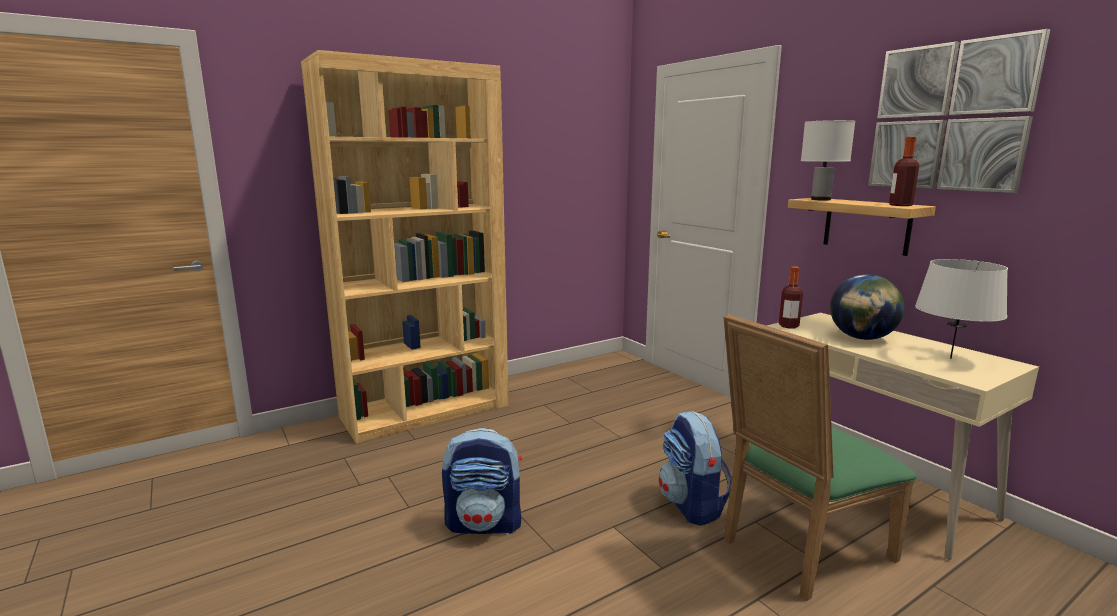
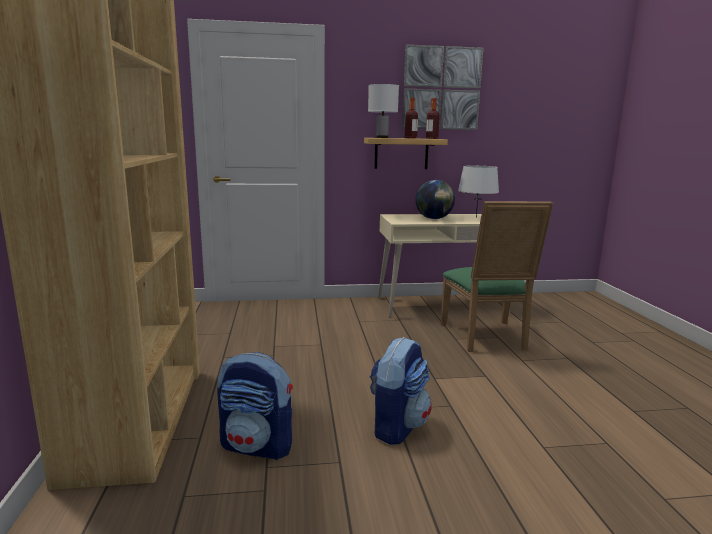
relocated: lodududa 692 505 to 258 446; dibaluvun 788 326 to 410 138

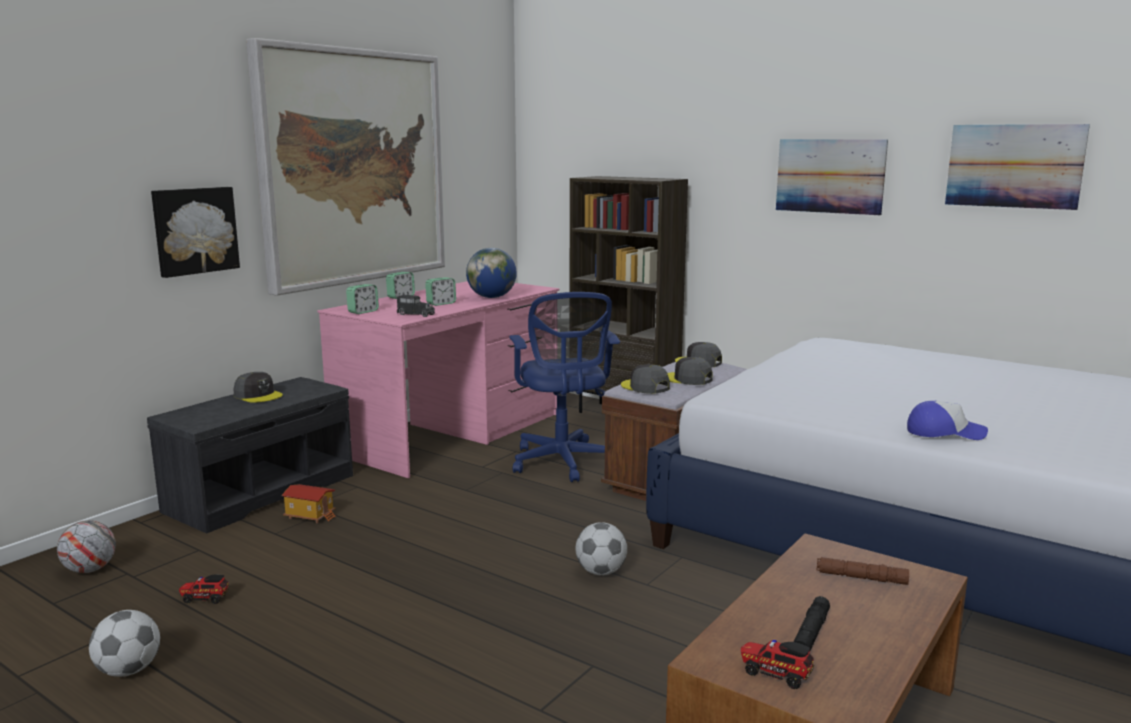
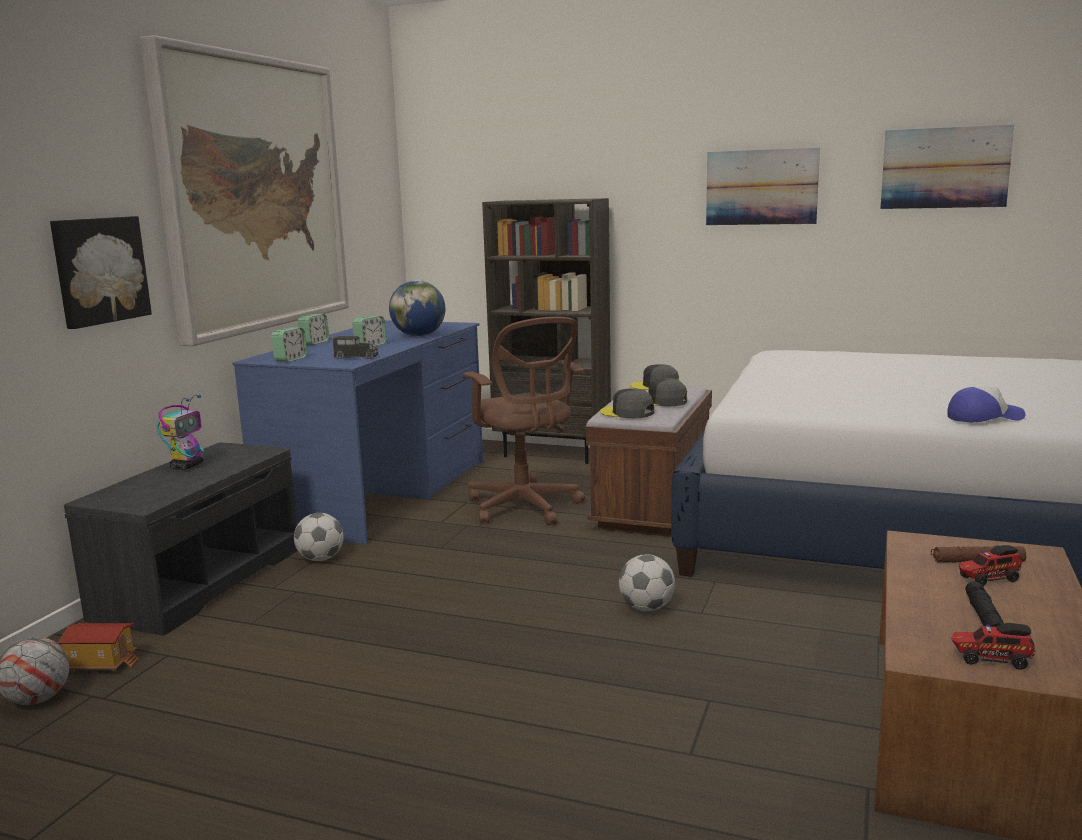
relocated: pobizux 128 671 to 320 559; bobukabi 204 598 to 987 579; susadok 310 516 to 102 664
exchanged: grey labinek 258 395 to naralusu 187 466
colour: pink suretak 452 433 to blue suretak 381 492; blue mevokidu 563 463 to brown mevokidu 525 508

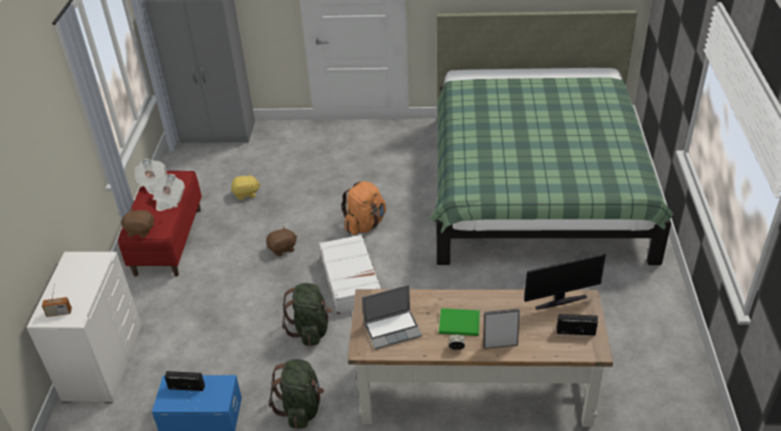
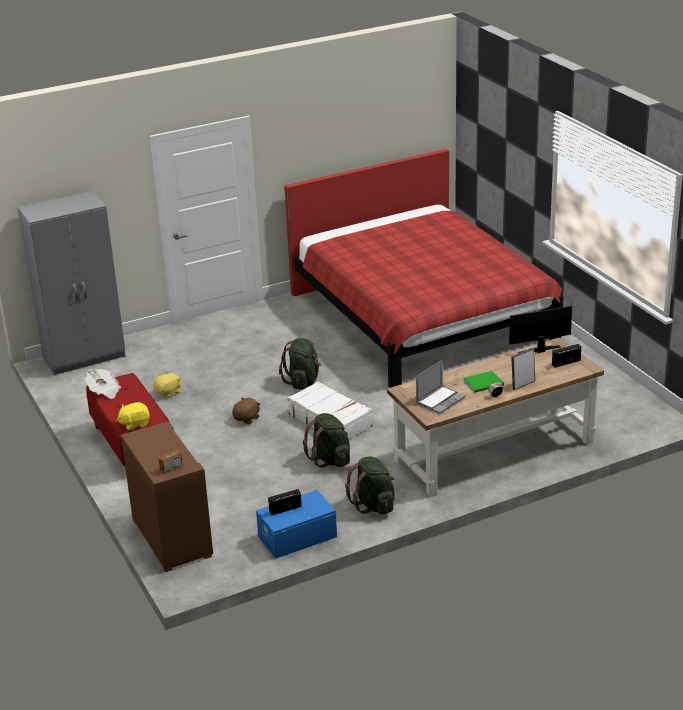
missing: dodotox 169 200
colour: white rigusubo 102 363 to brown rigusubo 171 538; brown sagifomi 140 230 to yellow sagifomi 135 424; orange lodududa 365 224 to green lodududa 303 382; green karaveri 535 186 to red karaveri 421 316
spun: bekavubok 560 301 = 540 350 150 degrees counterclockwise

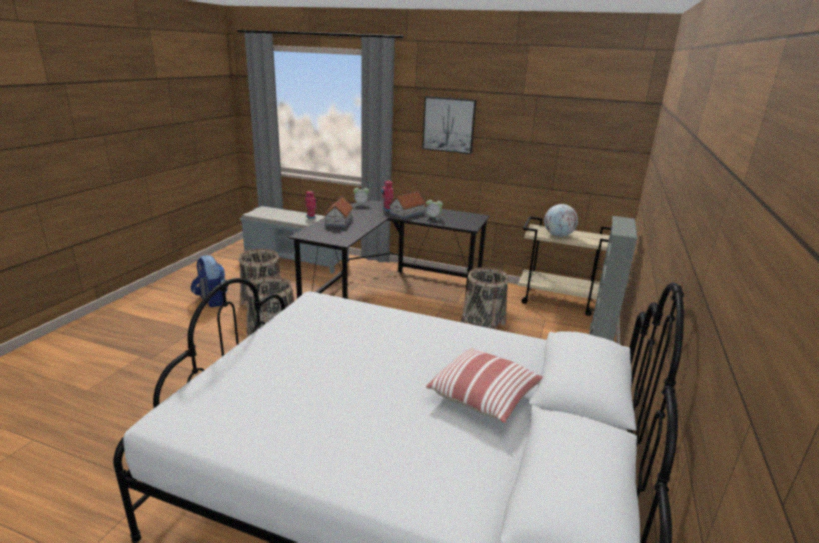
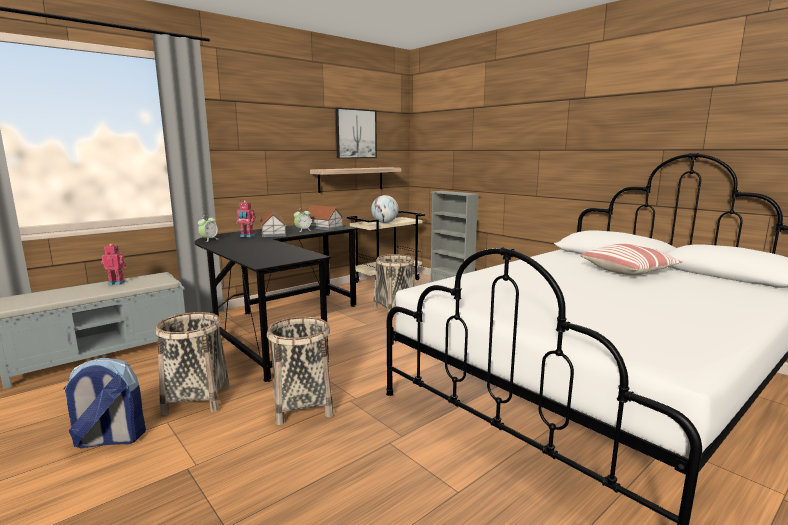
appeared: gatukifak 351 179
relocated: susadok 338 221 to 324 227; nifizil 448 125 to 355 134

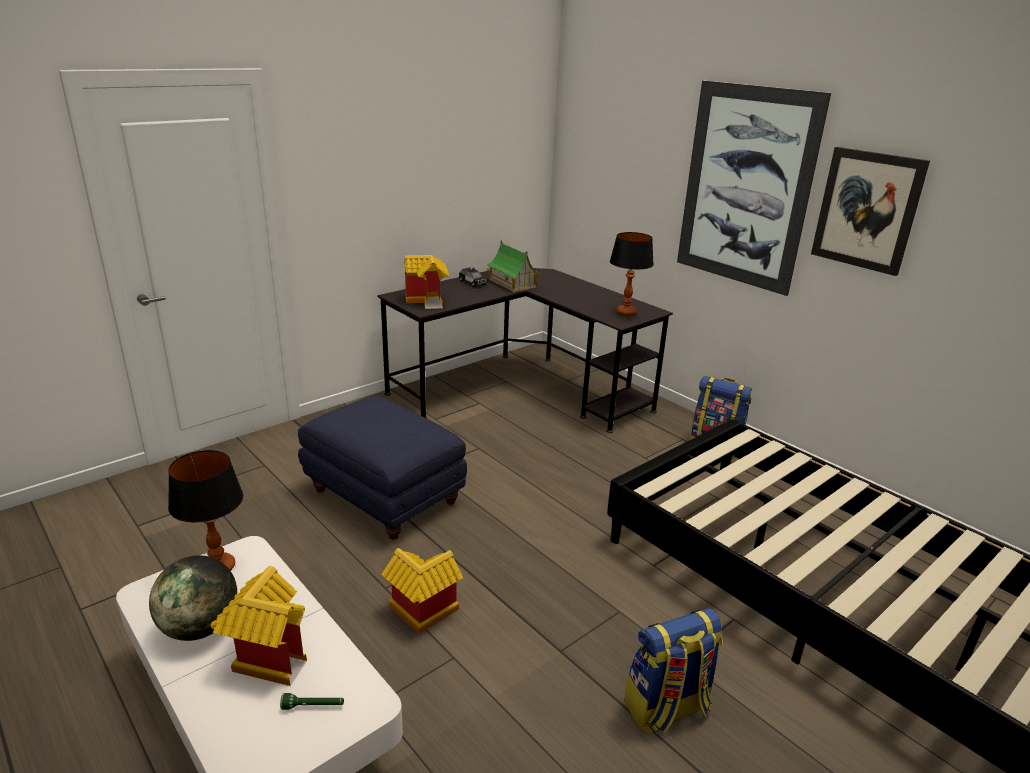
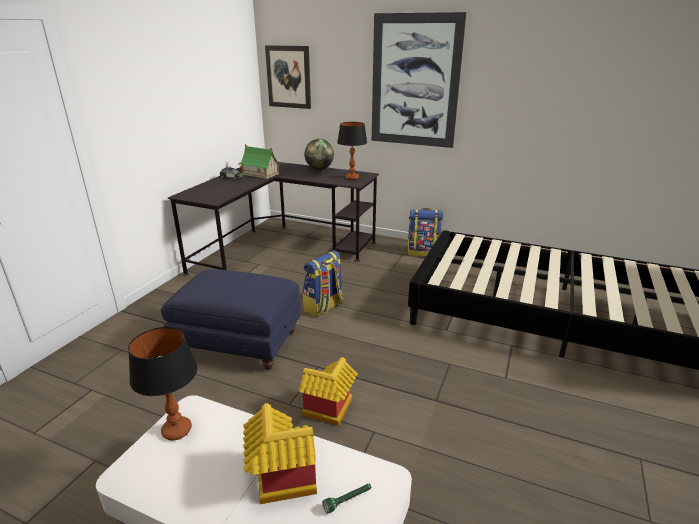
missing: susadok 428 301
relocated: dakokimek 200 628 to 319 169; lodududa 667 708 to 324 307; nifizil 867 210 to 288 77

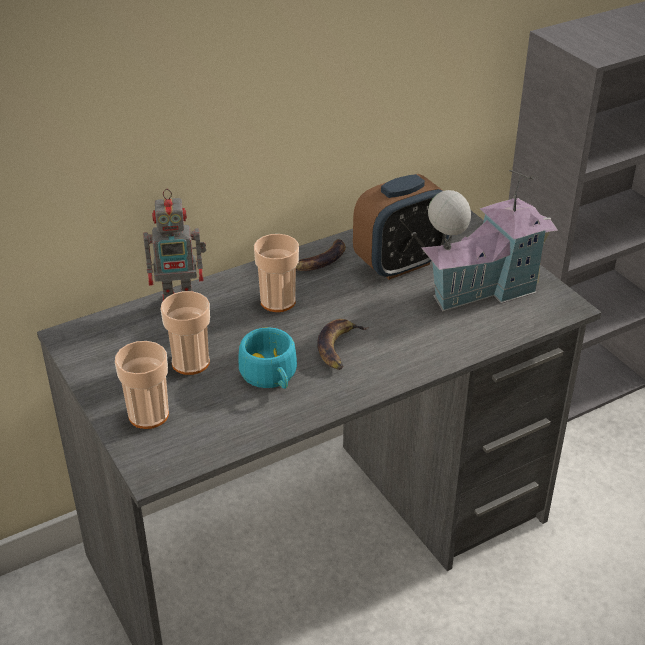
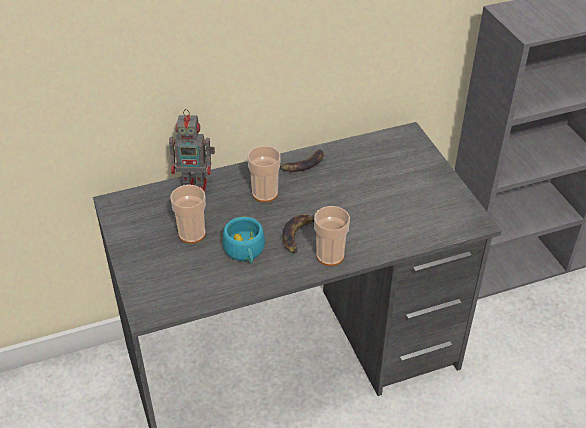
missing: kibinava 400 264; susadok 482 288
relocated: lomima 148 415 to 330 256

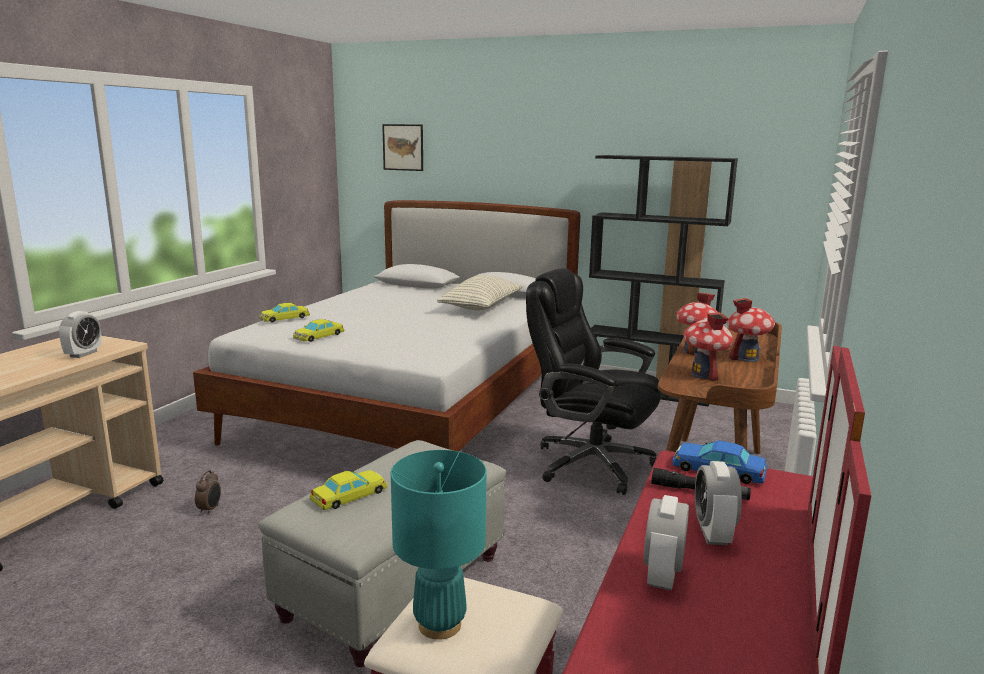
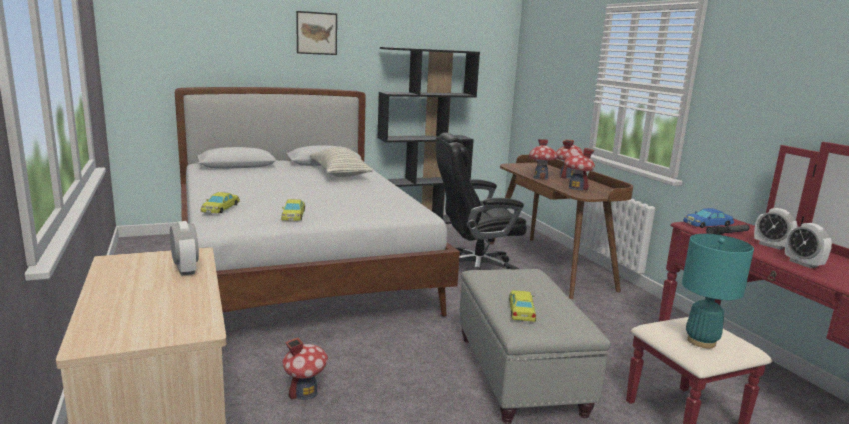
relocated: nifizil 403 147 to 316 33
exchanged: kibinava 210 509 to susadok 305 393

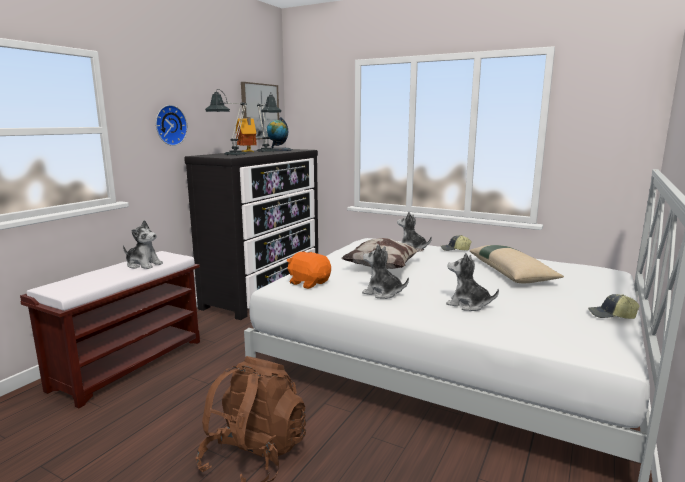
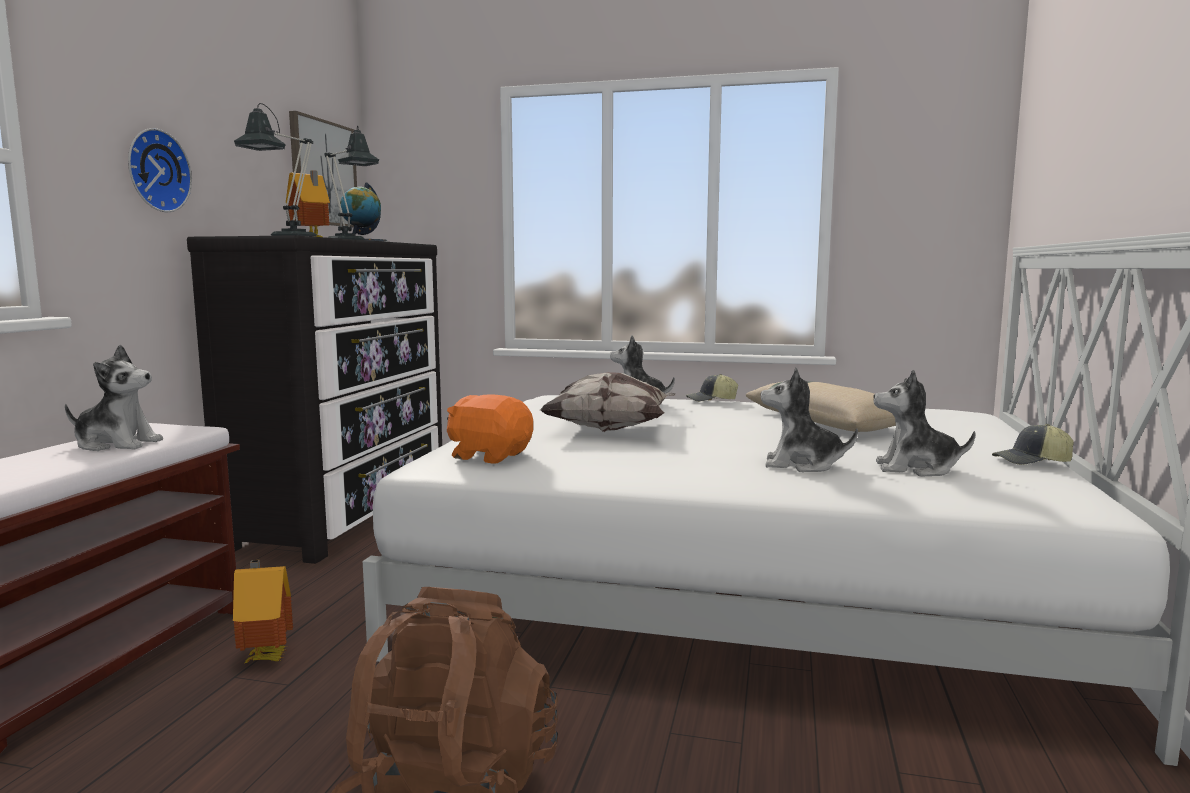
appeared: susadok 266 657
relocated: sagifomi 382 293 to 916 469

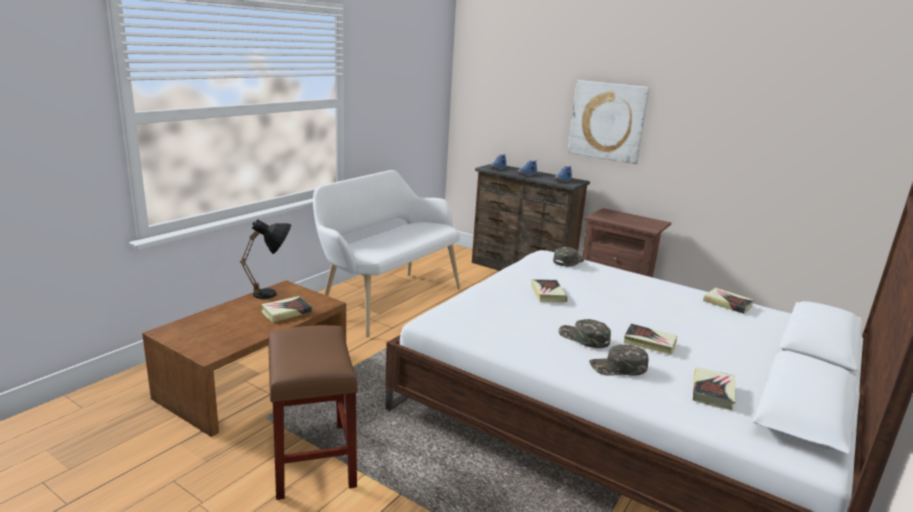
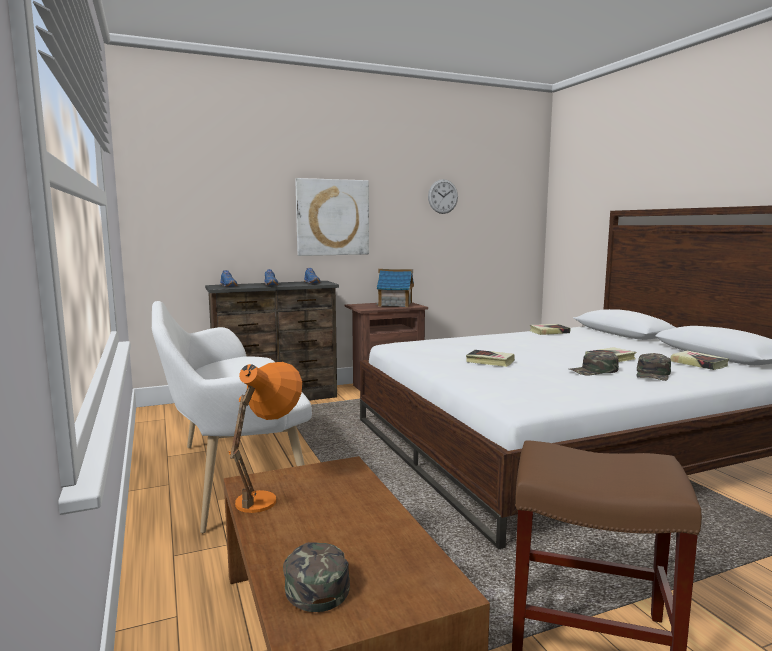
missing: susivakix 286 312
appeared: susadok 395 304; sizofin 443 196
relocated: green labinek 568 261 to 313 580
colour: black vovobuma 273 294 to orange vovobuma 267 496

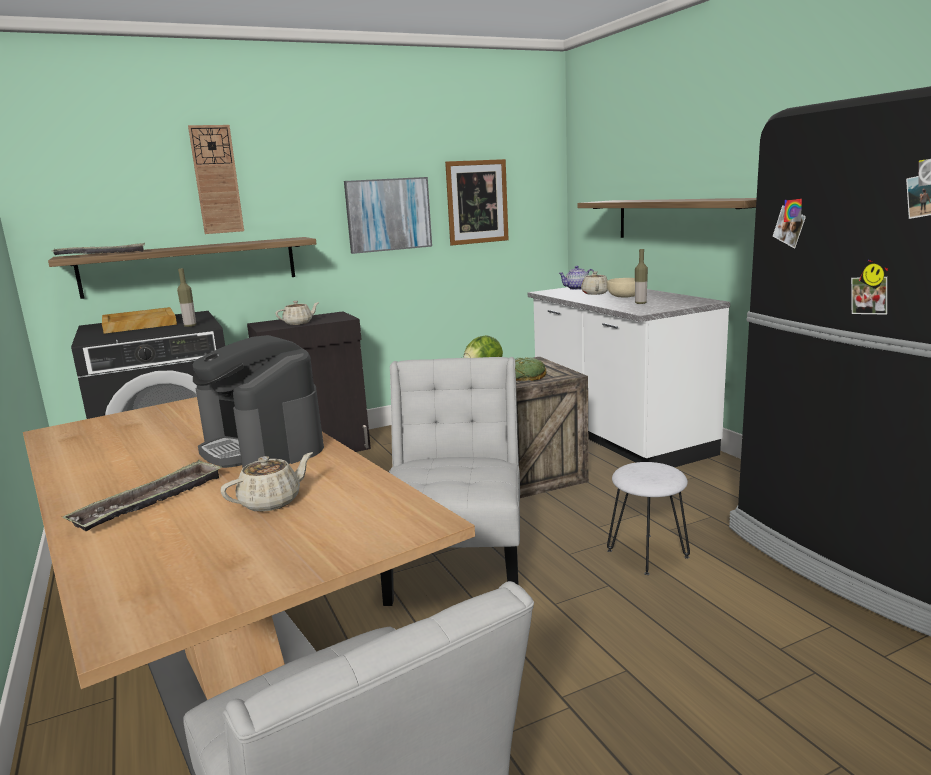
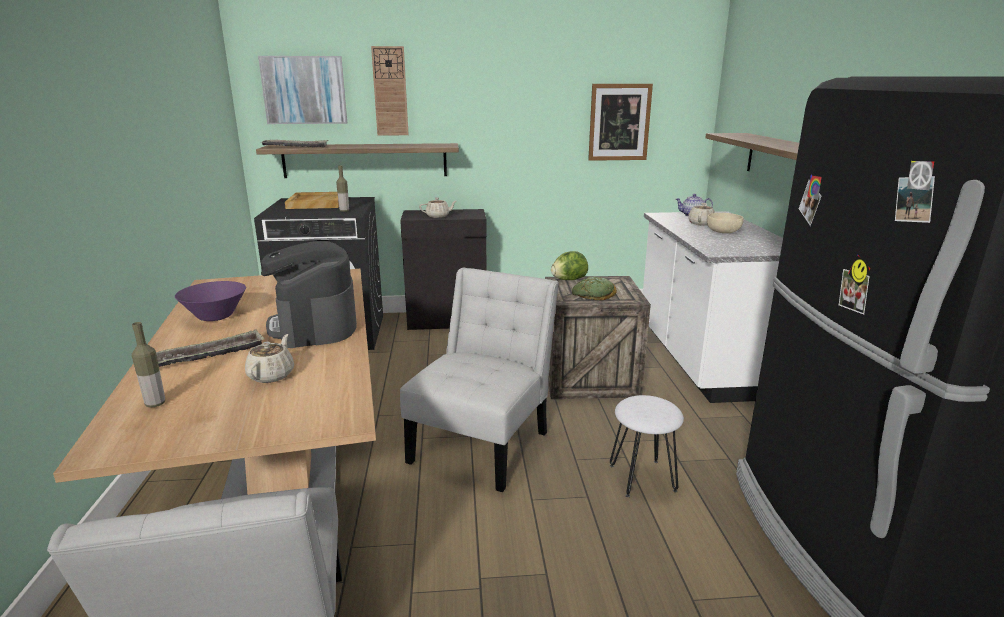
appeared: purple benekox 216 316
relocated: nifizil 388 214 to 304 90; dibaluvun 640 303 to 155 404
spun: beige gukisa 271 502 = 272 375 60 degrees counterclockwise

